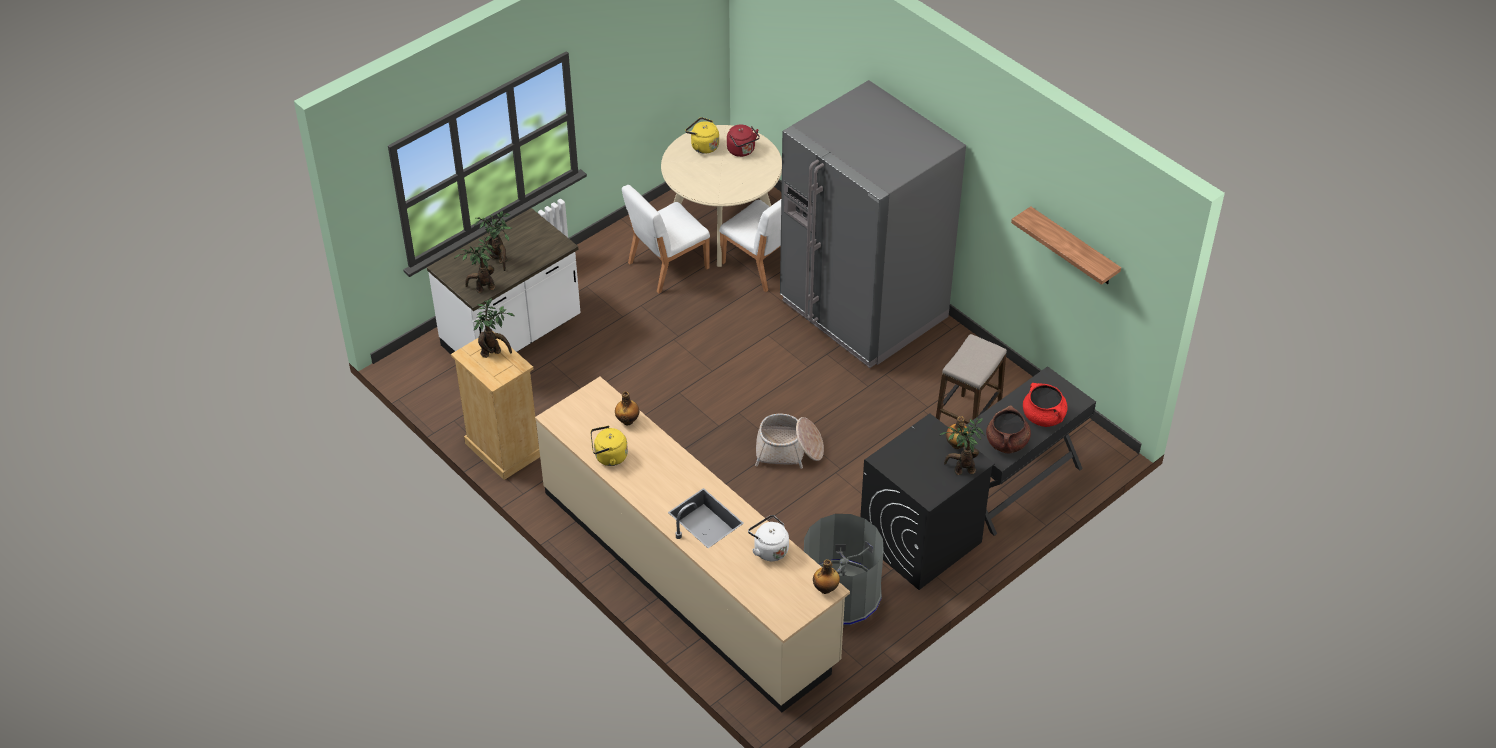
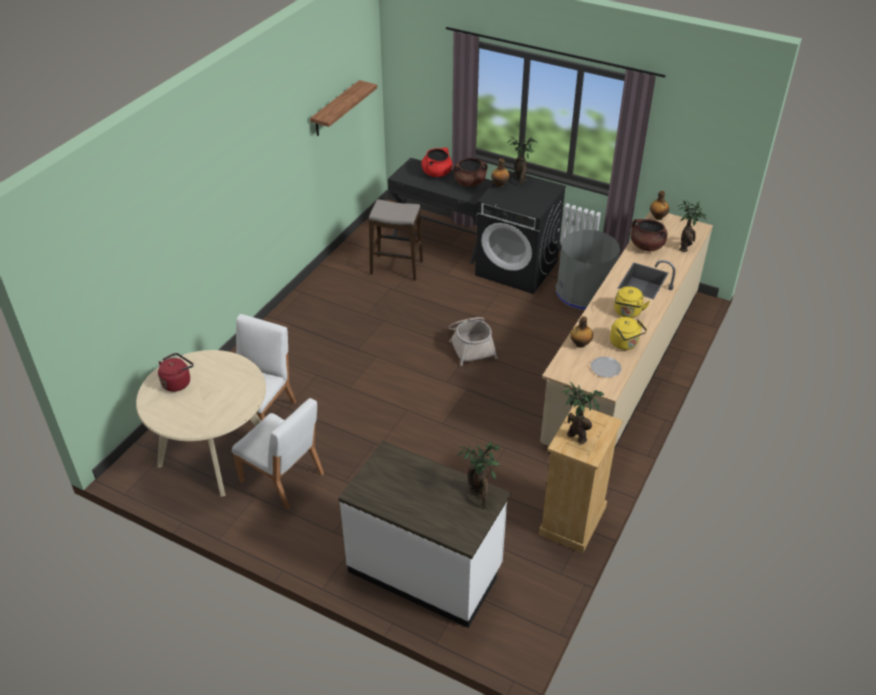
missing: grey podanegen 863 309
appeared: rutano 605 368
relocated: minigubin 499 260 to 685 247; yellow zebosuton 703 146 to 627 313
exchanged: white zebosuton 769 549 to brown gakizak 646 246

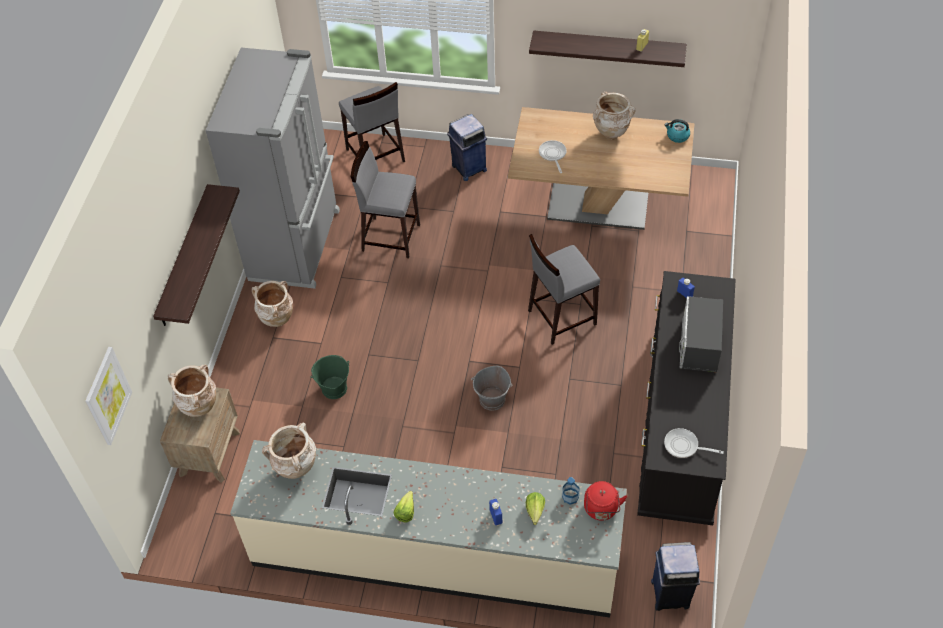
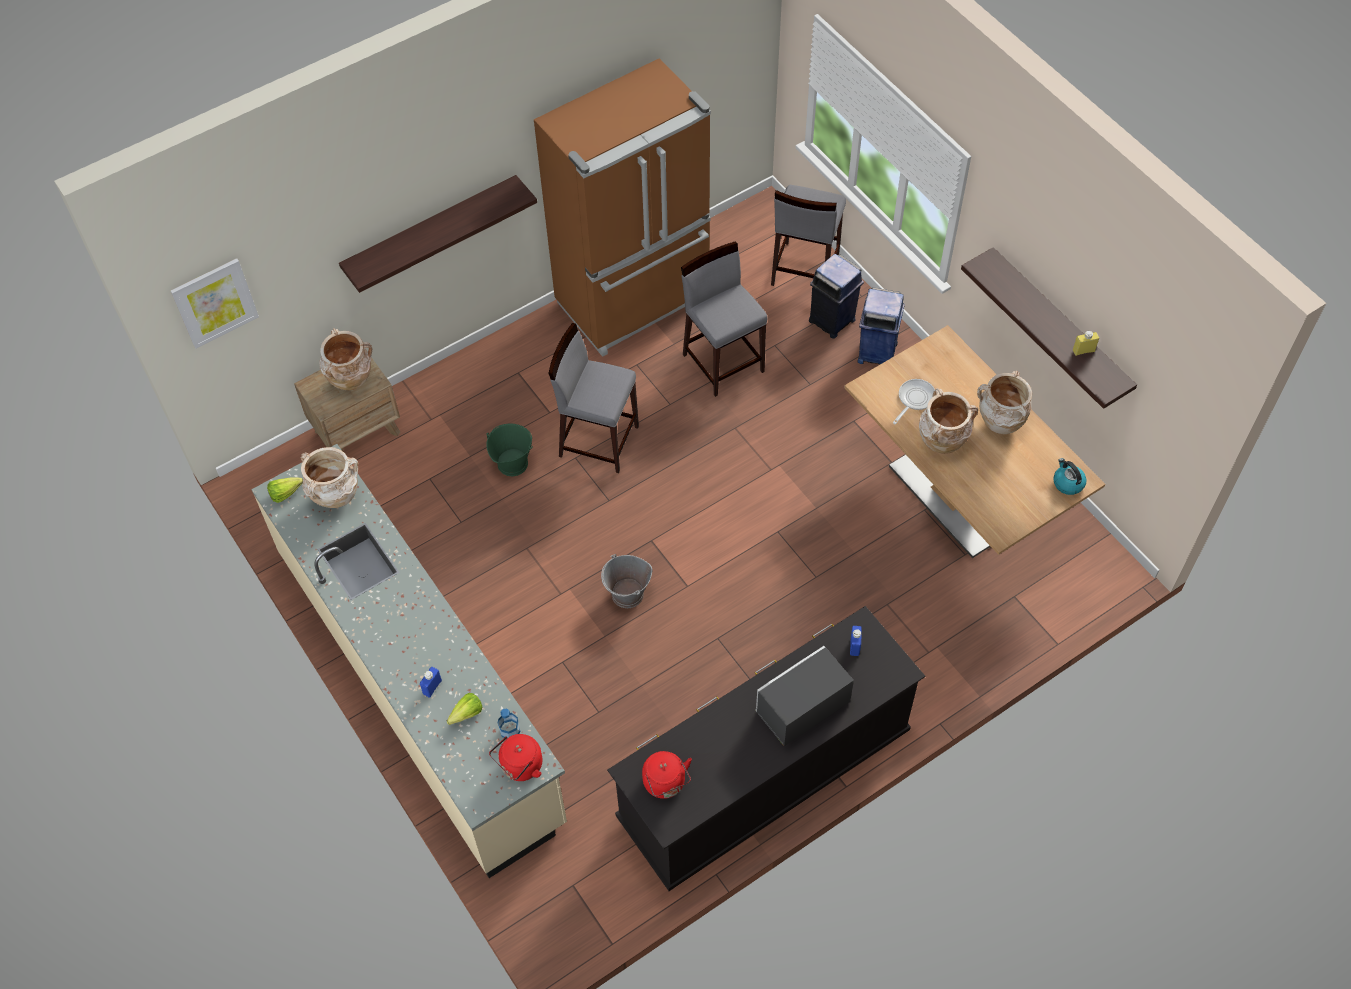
relocated: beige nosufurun 277 320 to 941 443; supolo 407 510 to 288 493; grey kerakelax 561 317 to 598 440; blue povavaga 671 594 to 832 321
exchanged: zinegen 684 446 to red zebosuton 666 784
colour: grey podanegen 297 244 to brown podanegen 635 302

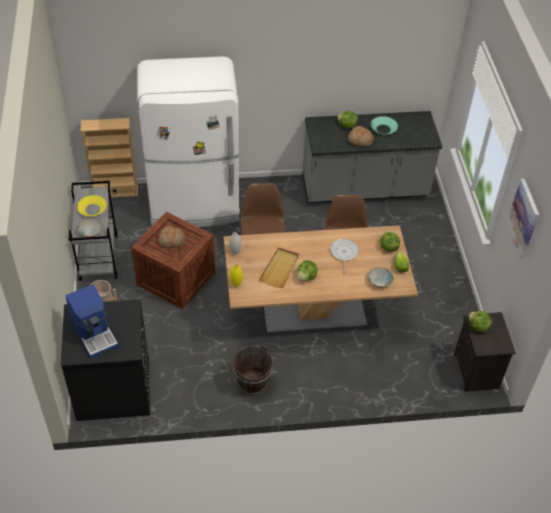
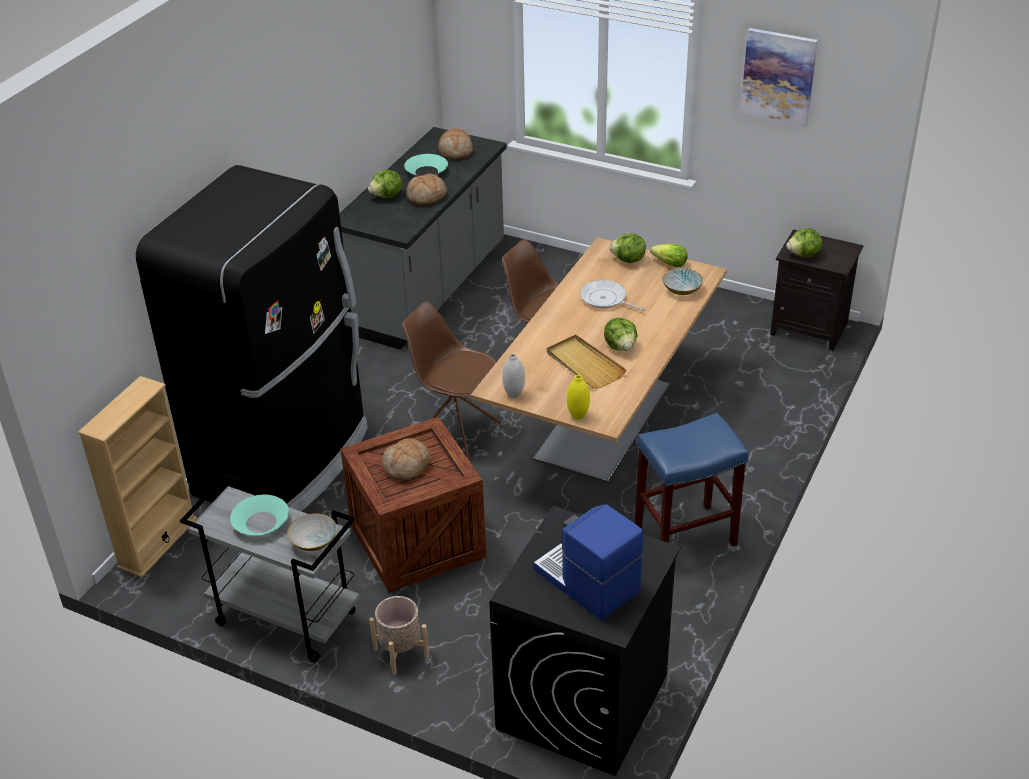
appeared: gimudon 455 151
exchanged: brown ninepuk 252 383 to blue kerakelax 686 535
colour: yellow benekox 92 209 to turquoise benekox 261 522; white podanegen 194 204 to black podanegen 285 461
spun: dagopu 95 333 = 586 582 135 degrees counterclockwise

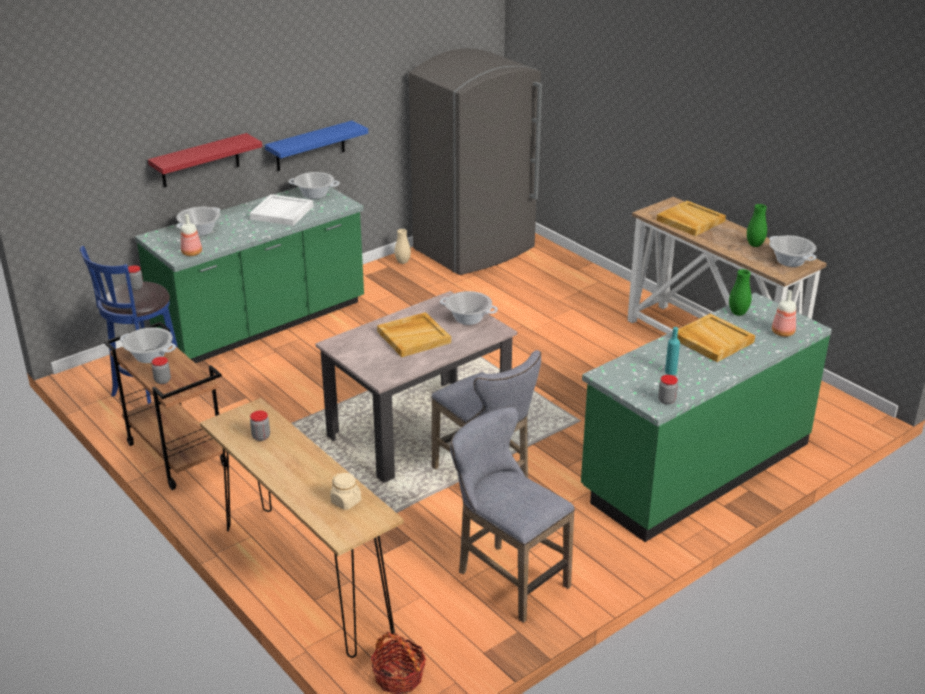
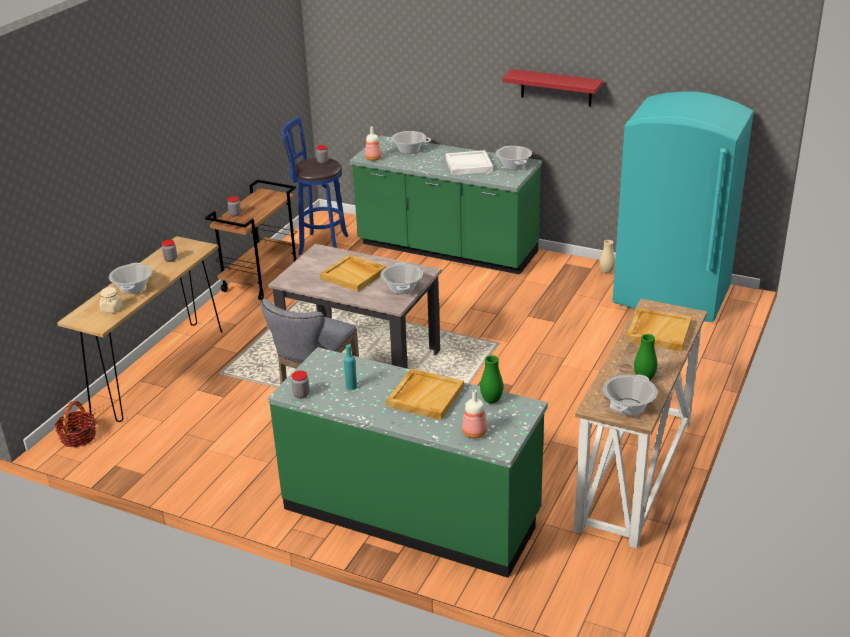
missing: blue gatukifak 310 146; grey kerakelax 507 577
relocated: gakizak 150 356 to 133 288; red gatukifak 200 161 to 556 88
colour: grey podanegen 475 250 to turquoise podanegen 671 296

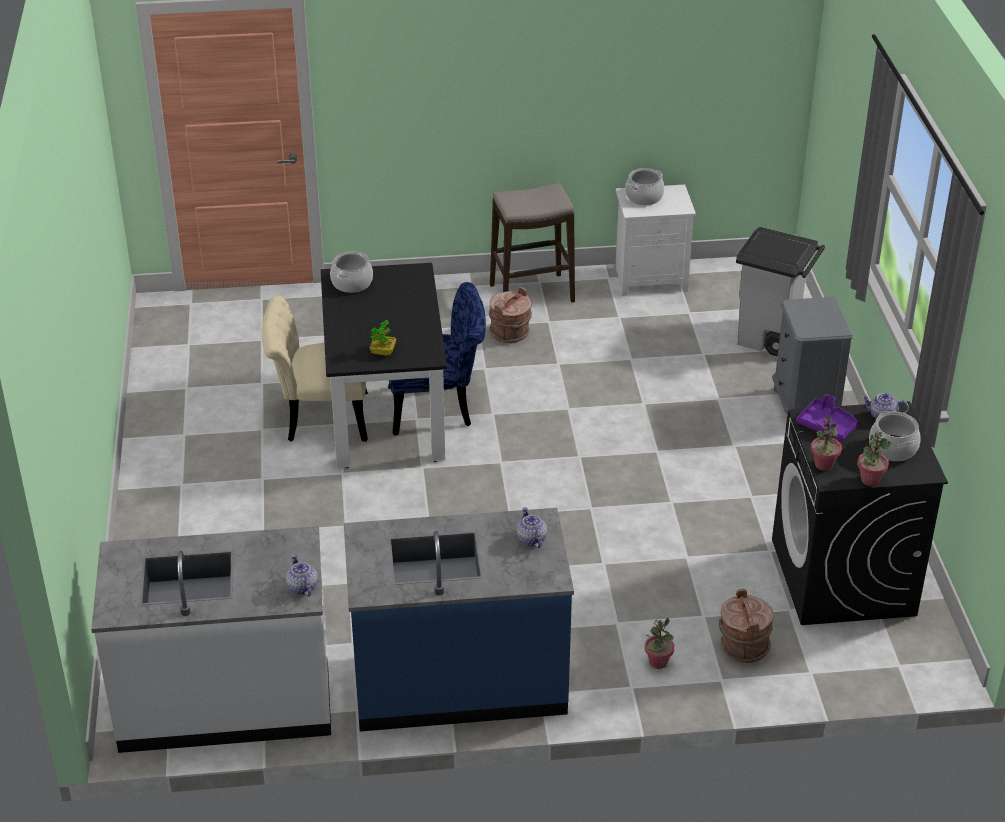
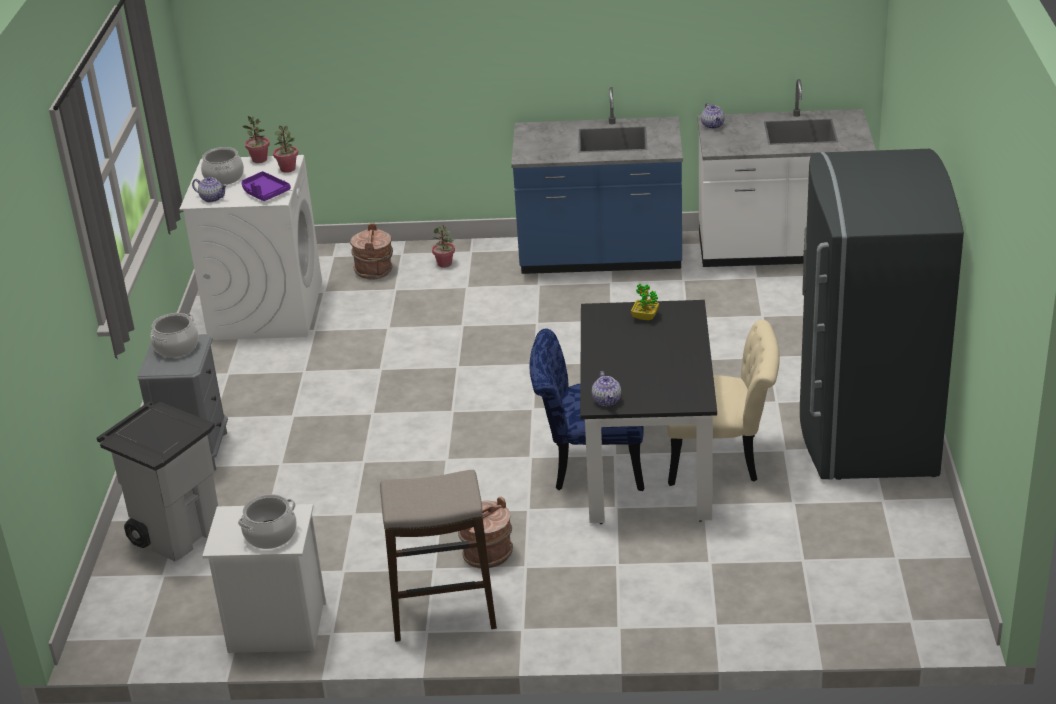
appeared: grey podanegen 863 431
relocated: gakizak 352 283 to 176 347; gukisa 531 539 to 607 400
colour: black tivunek 843 578 to white tivunek 265 310

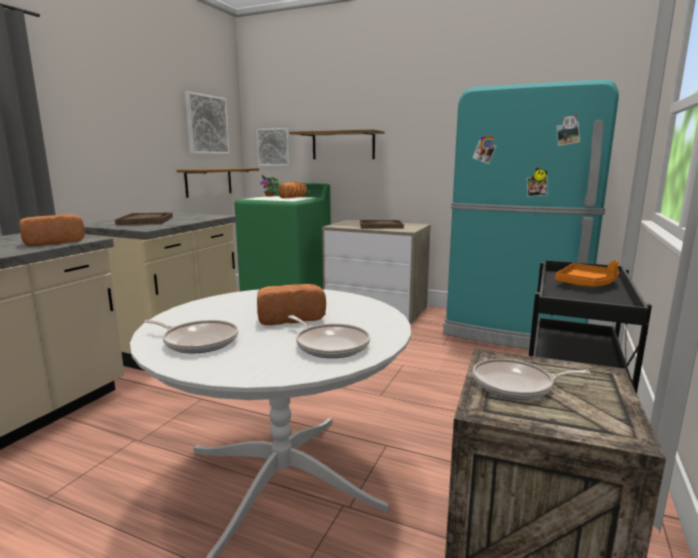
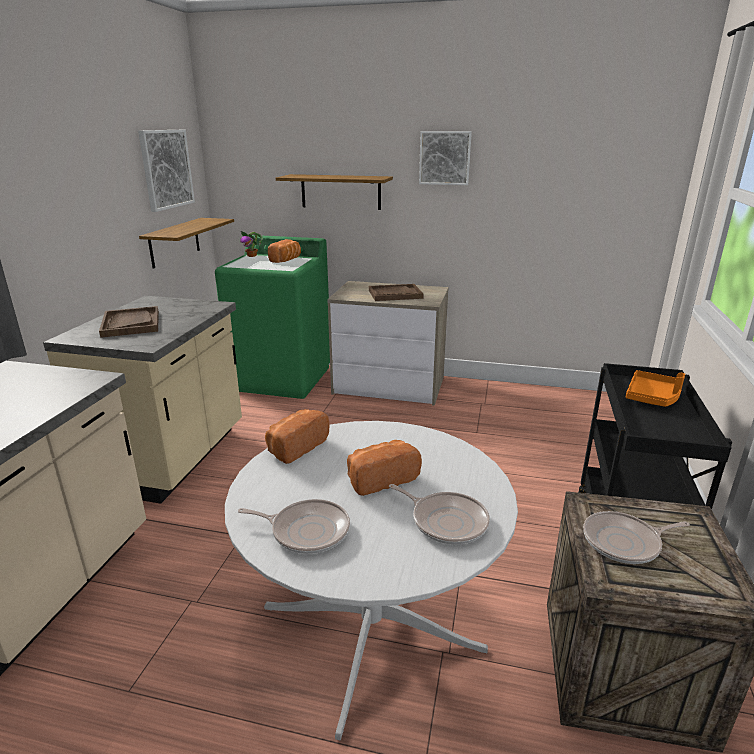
missing: turquoise podanegen 513 331
relocated: gimudon 52 242 to 295 447; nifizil 274 147 to 445 158

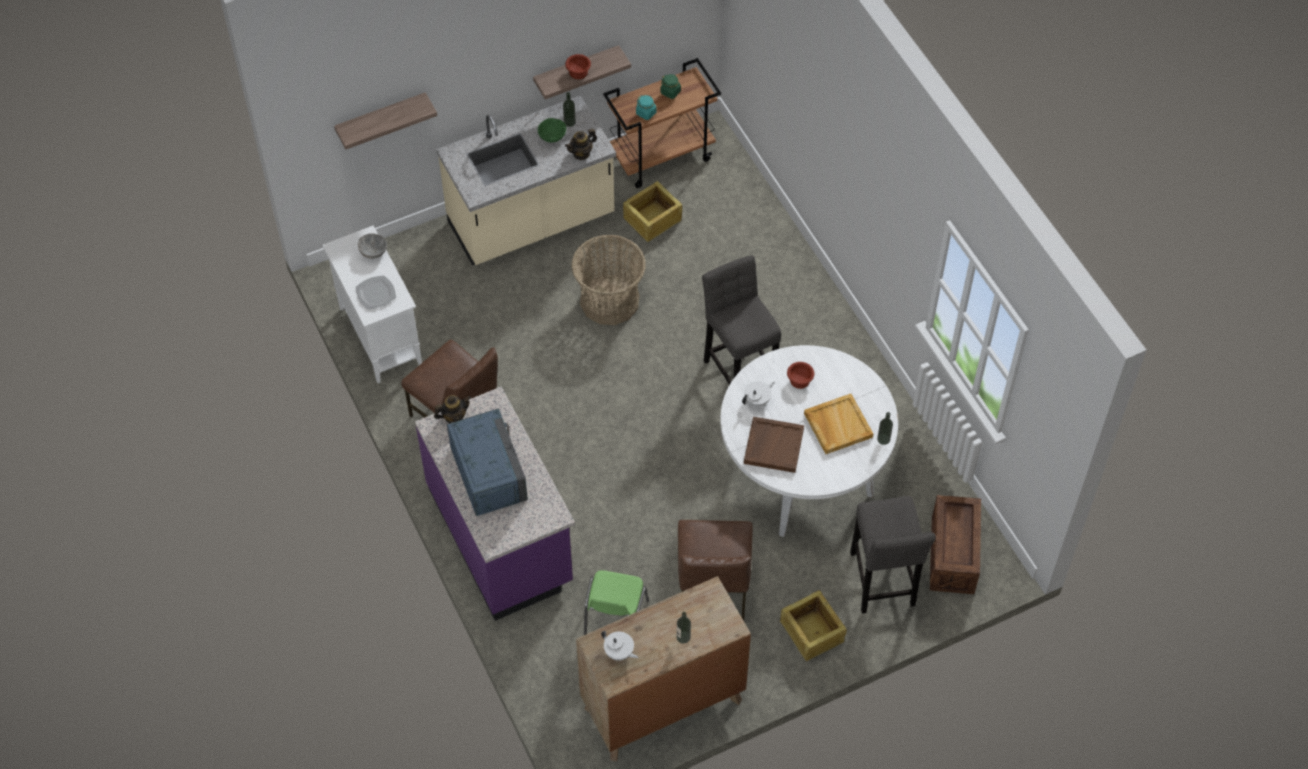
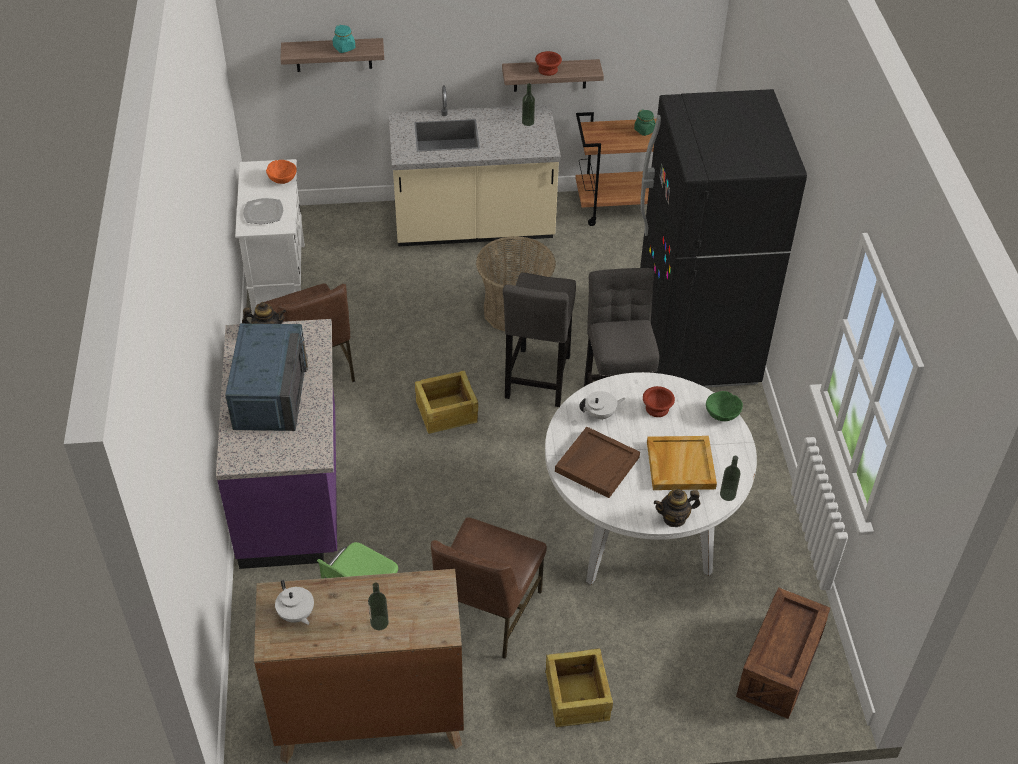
appeared: black podanegen 696 346
relocated: green benekox 552 136 to 722 414; gukisa 581 153 to 674 518; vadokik 651 219 to 446 411; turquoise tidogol 646 113 to 344 48; grey kerakelax 882 583 to 537 381
colour: grey benekox 373 252 to orange benekox 282 180

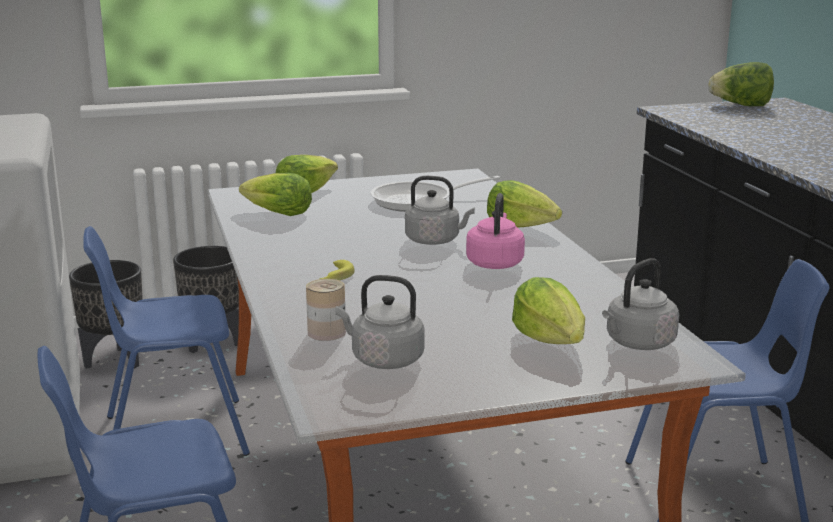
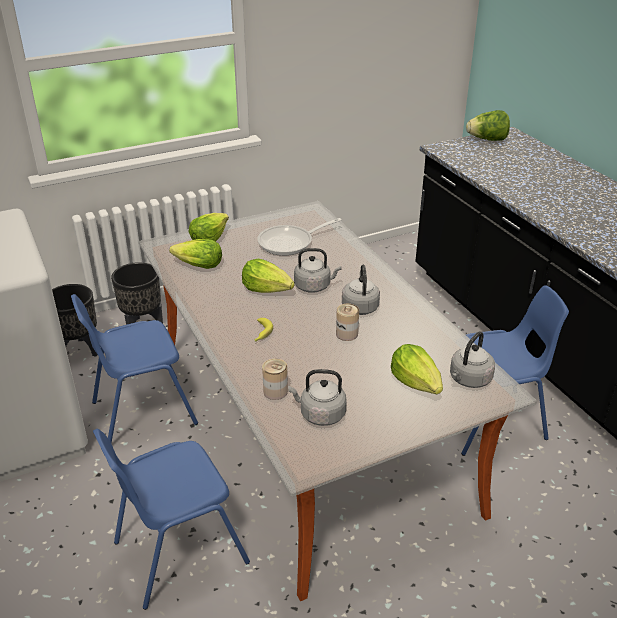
appeared: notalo 347 334
relocated: supolo 522 226 to 267 289
colour: pink zebosuton 495 263 to grey zebosuton 360 306

